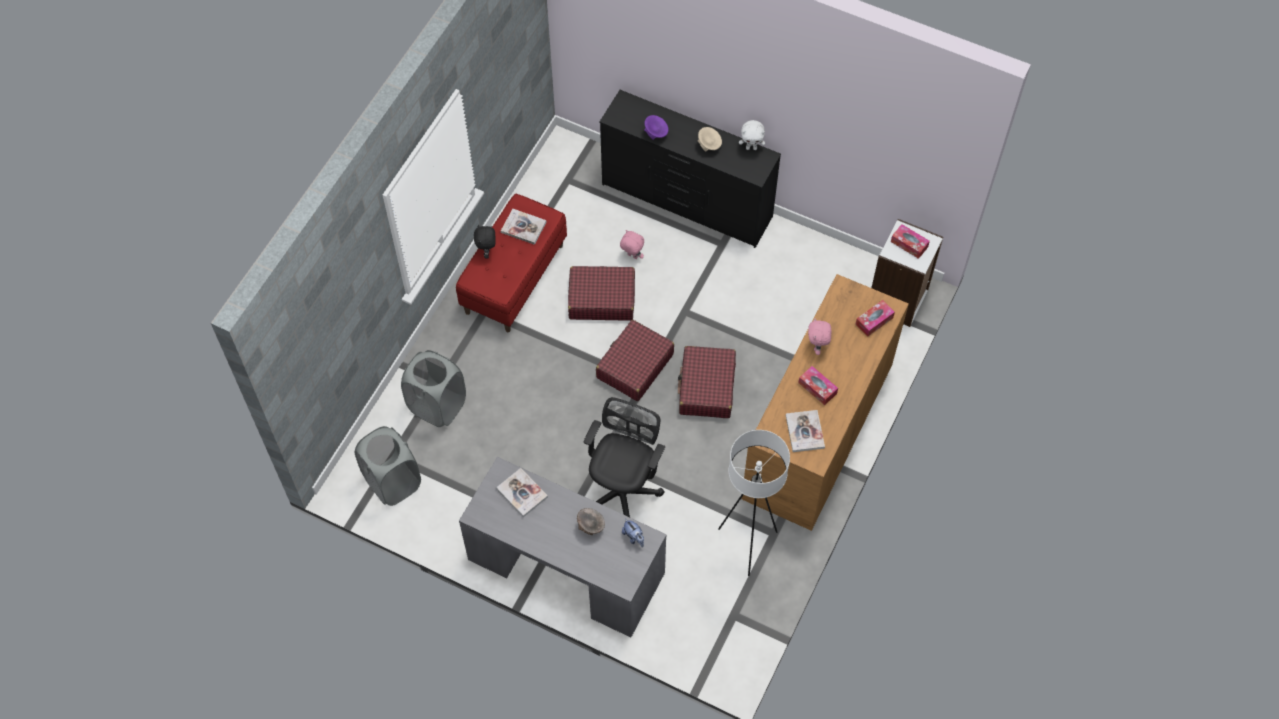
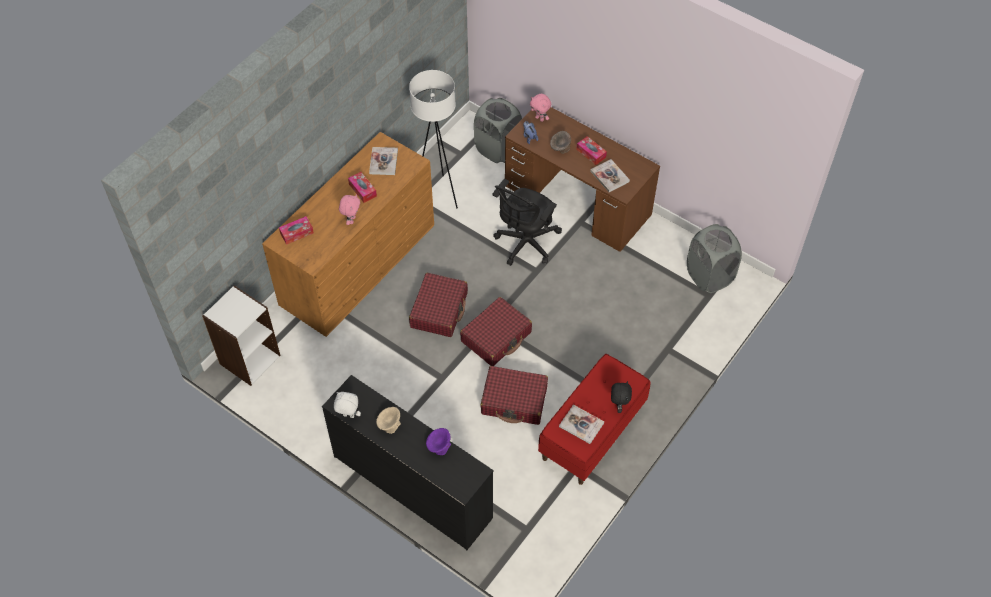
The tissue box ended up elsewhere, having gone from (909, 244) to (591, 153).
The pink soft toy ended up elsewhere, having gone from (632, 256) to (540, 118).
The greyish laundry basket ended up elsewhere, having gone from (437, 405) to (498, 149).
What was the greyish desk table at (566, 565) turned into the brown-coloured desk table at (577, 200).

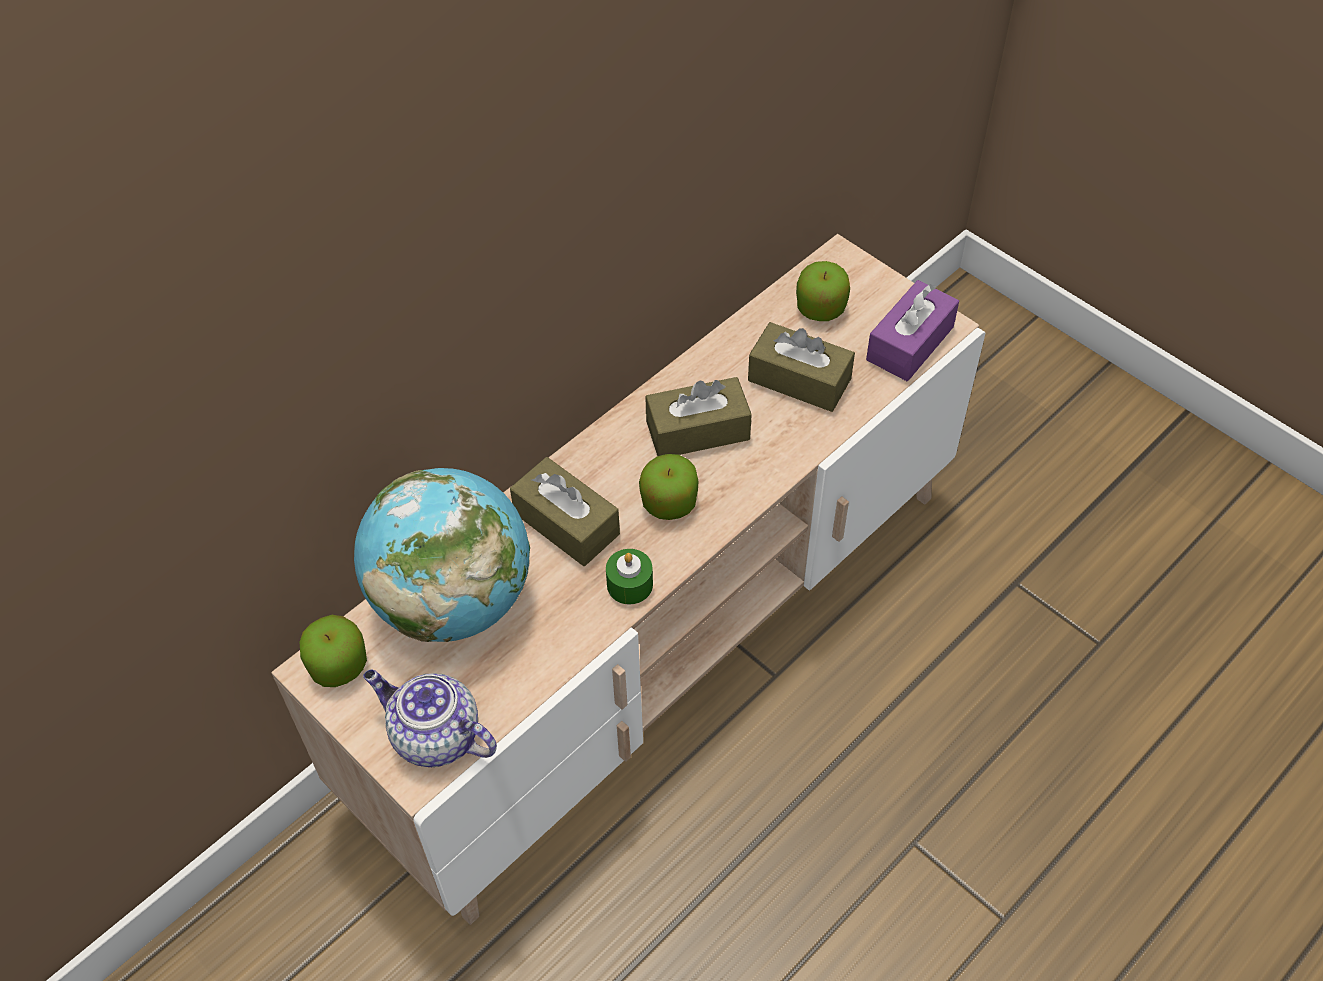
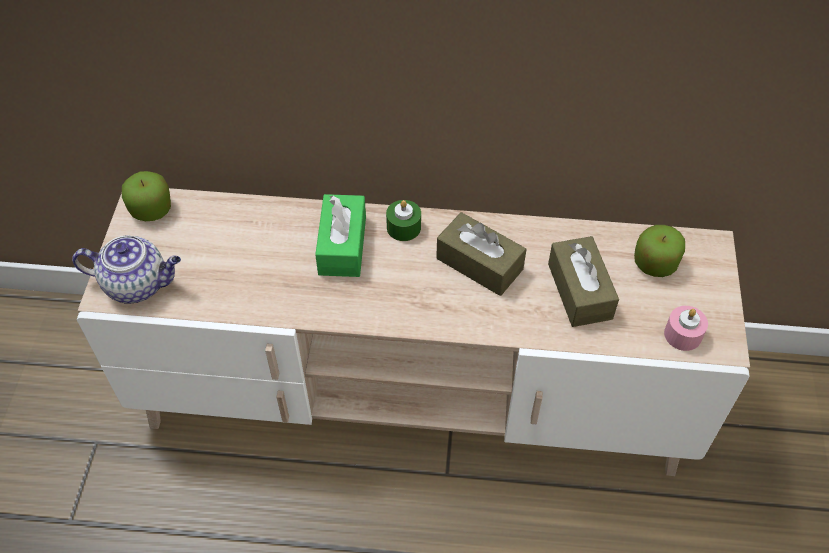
Where the purple tissue box stood at (910, 343), the pink wax candle came to stand at (683, 334).
The second view lost the whole apple at (669, 502).
What was the brown-coloured tissue box at (566, 523) turned into the green-coloured tissue box at (342, 245).
The second view lost the desk globe at (453, 601).
The green-coloured wax candle ended up elsewhere, having gone from (629, 584) to (403, 227).
The pot for tea at (434, 736) ended up facing another way, 105 degrees clockwise from before.

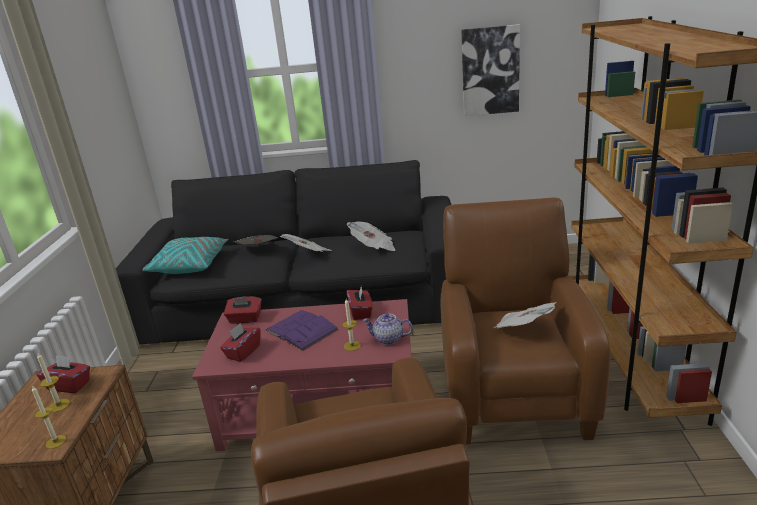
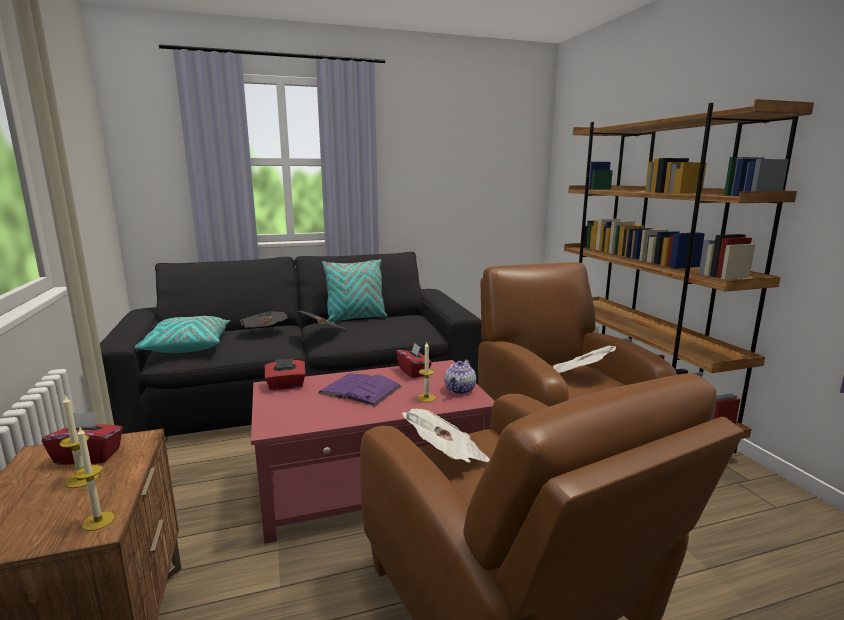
The second view lost the wall art at (490, 71).
The printed paper ended up elsewhere, having gone from (373, 248) to (447, 456).
The pot for tea at (388, 339) ended up facing another way, 60 degrees counterclockwise from before.
The second view lost the red tissue box at (243, 352).
The second view gained the turquoise throw pillow at (356, 318).

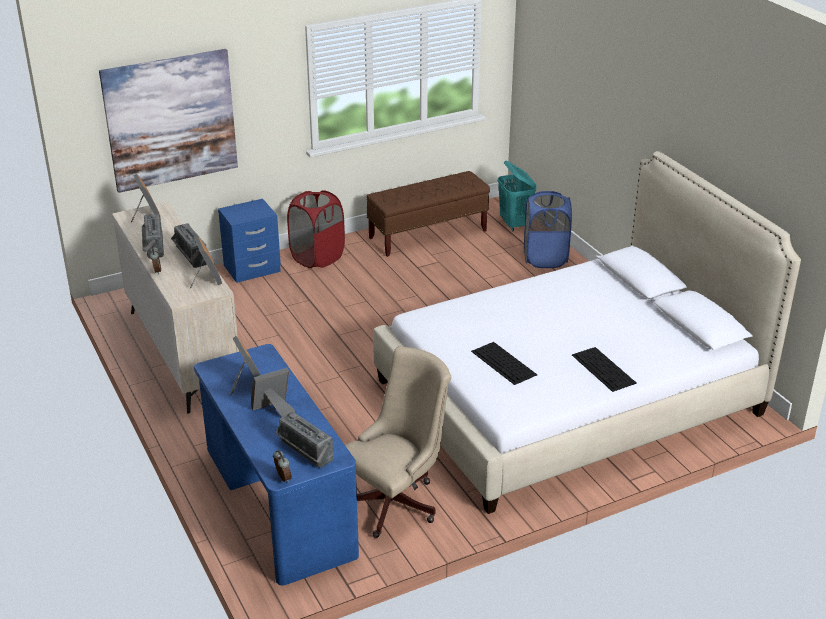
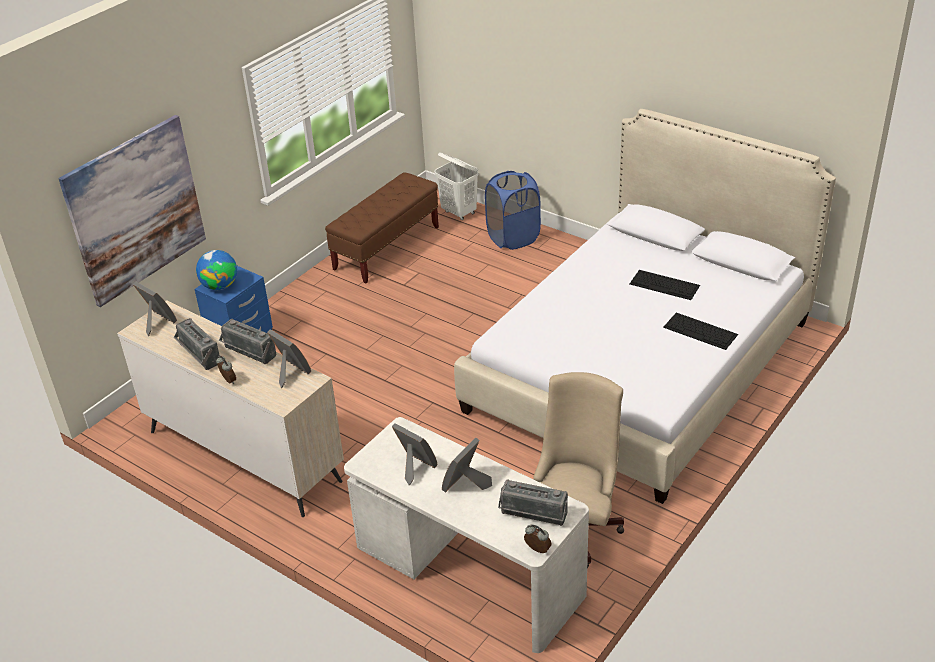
What was the turquoise laundry basket at (515, 224) turned into the whitish laundry basket at (459, 212).
The second view lost the red laundry basket at (317, 257).
The computer keyboard ended up elsewhere, having gone from (504, 363) to (665, 285).
What was the blue desk table at (277, 502) turned into the whitish desk table at (468, 572).
The second view gained the desk globe at (220, 286).

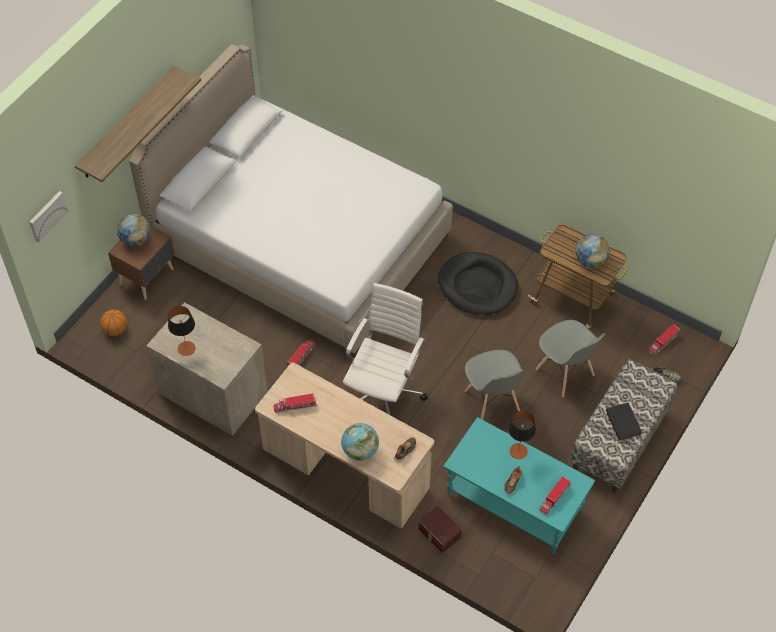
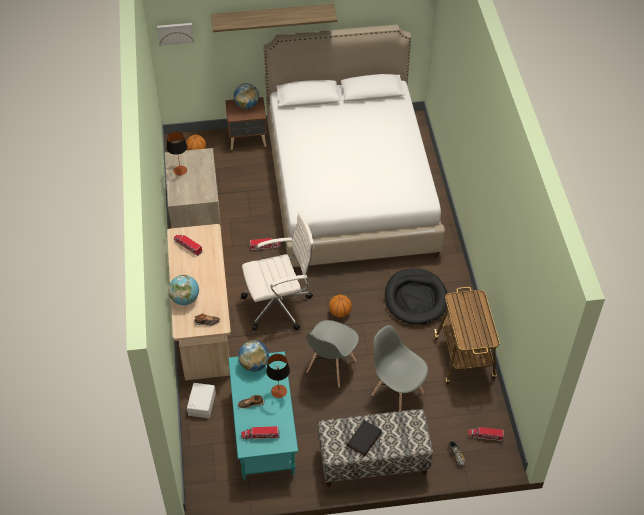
The desk globe ended up elsewhere, having gone from (590, 261) to (254, 364).
The greyish plain chair at (565, 373) ended up facing another way, 120 degrees clockwise from before.
What was the brown-coloured storage box at (439, 533) turned into the whitish storage box at (201, 404).
The second view gained the ball for basketball at (340, 312).

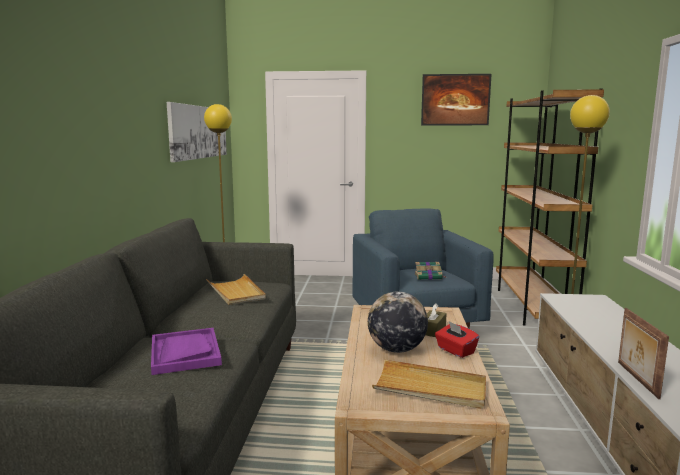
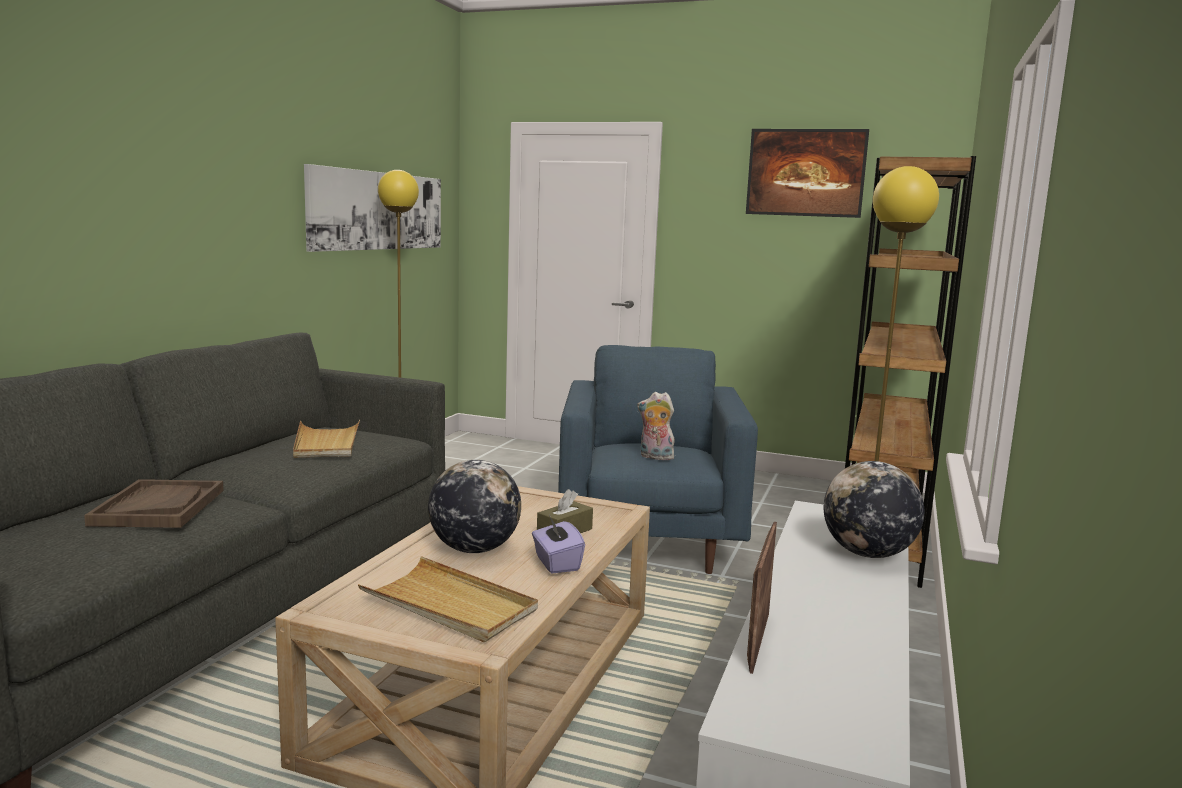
Where the bound book stood at (429, 277), the soft toy came to stand at (655, 457).
What was the red tissue box at (455, 351) turned into the purple tissue box at (556, 563).
What was the purple tray at (185, 352) turned into the brown-coloured tray at (158, 507).
The second view gained the desk globe at (868, 554).

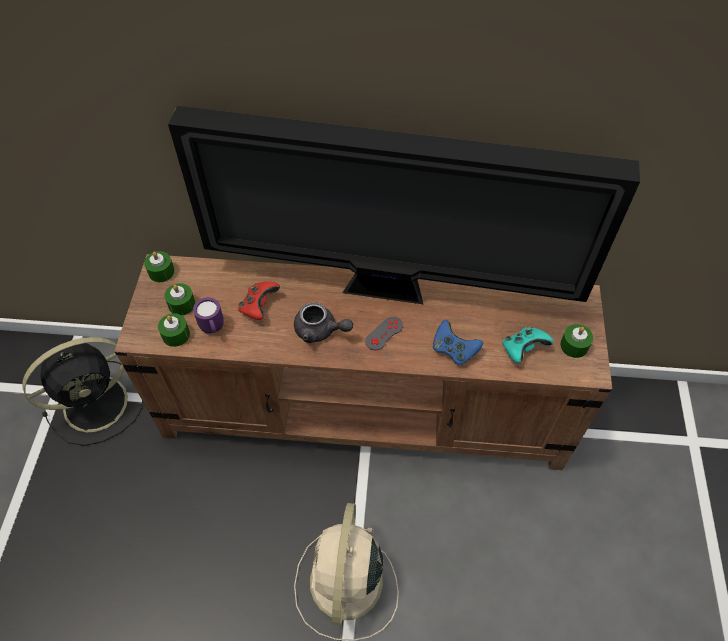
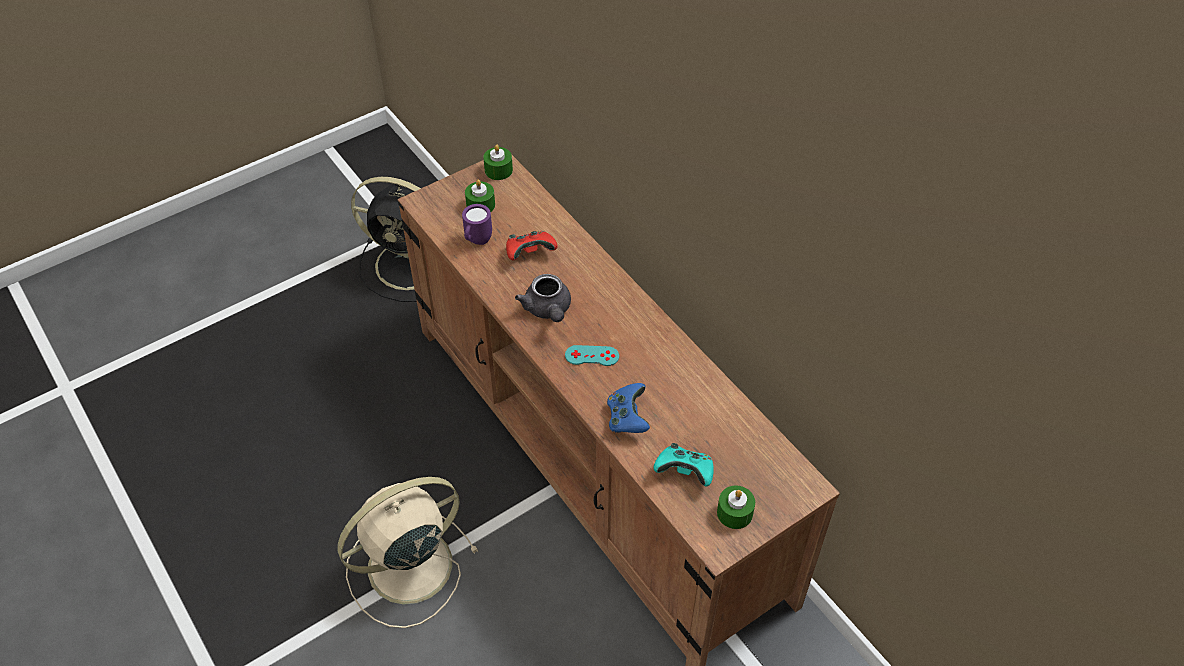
The second view lost the TV at (390, 290).
The second view lost the green-coloured wax candle at (176, 335).
What was the greyish joypad at (384, 333) turned into the turquoise joypad at (592, 356).

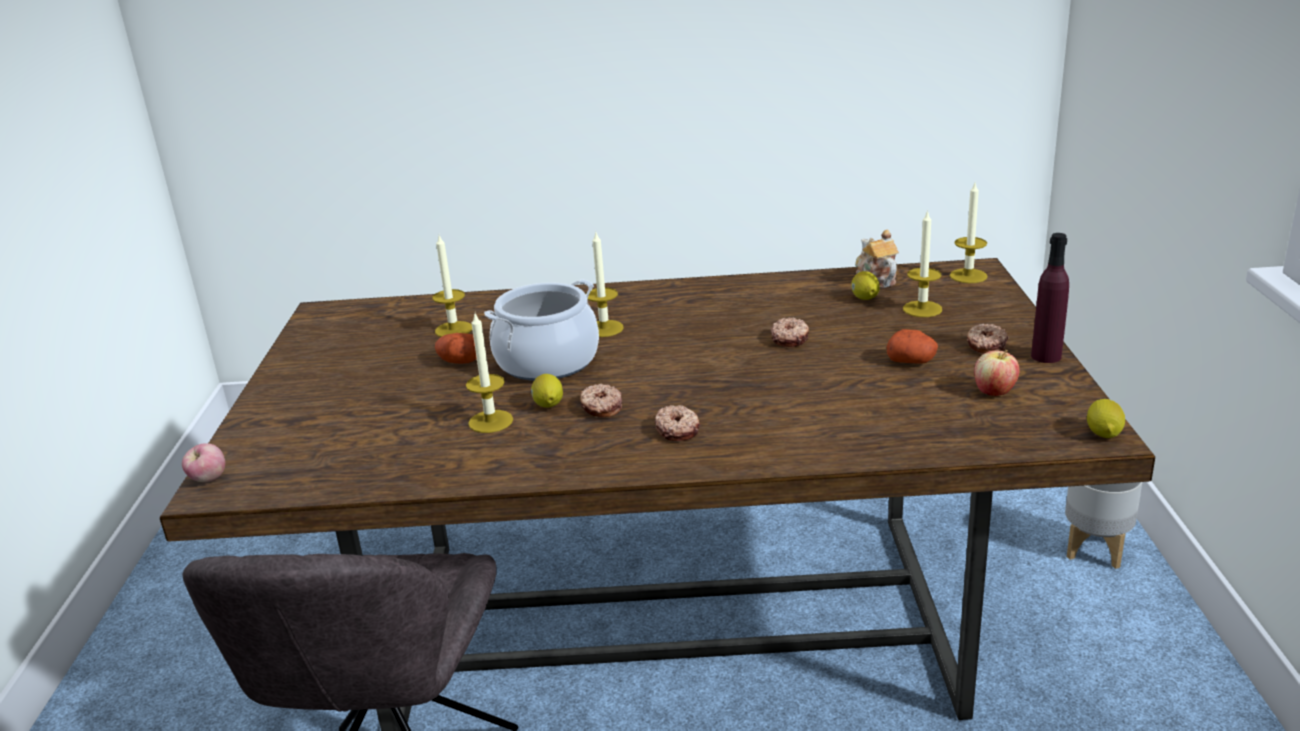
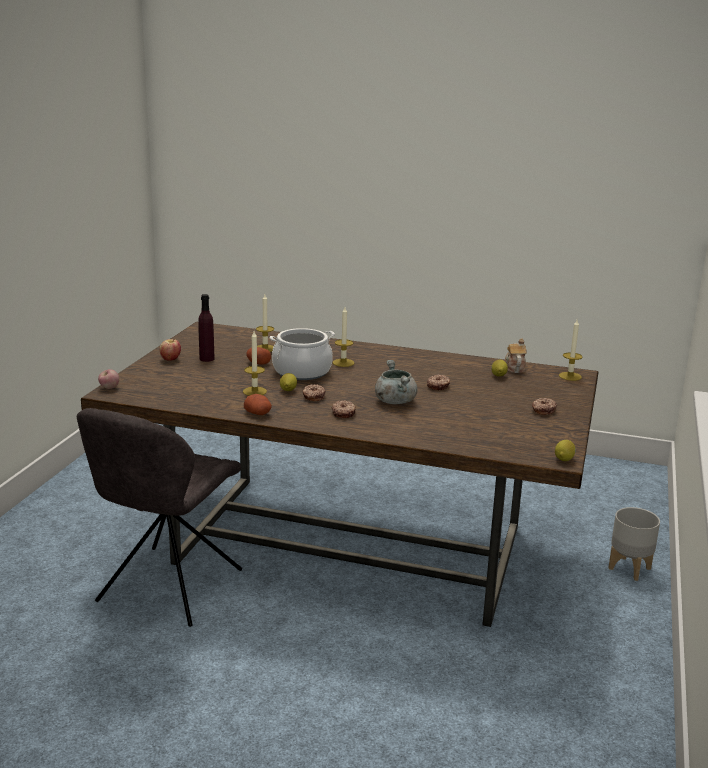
The second view lost the wax candle at (922, 309).
The purple bottle ended up elsewhere, having gone from (1046, 356) to (207, 359).
The spud ended up elsewhere, having gone from (912, 361) to (258, 413).
The whole apple ended up elsewhere, having gone from (994, 392) to (170, 359).
The second view gained the greyish saucepot at (394, 401).

